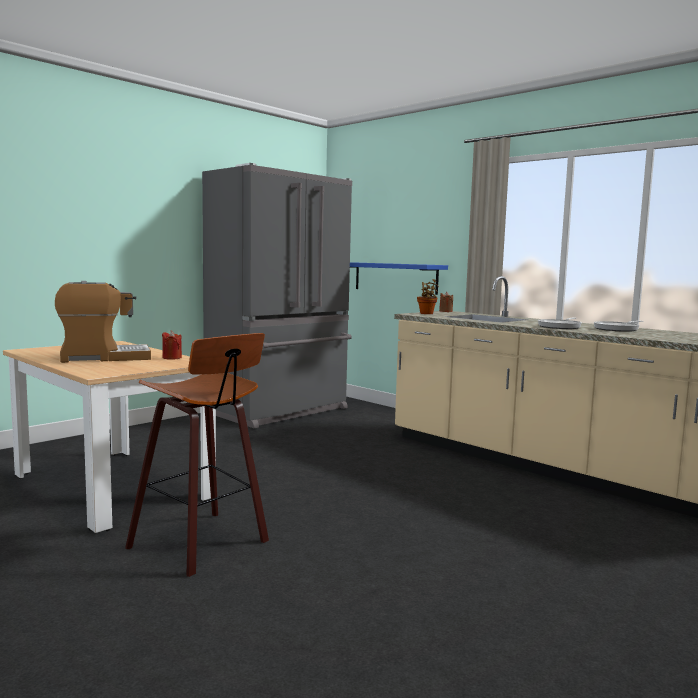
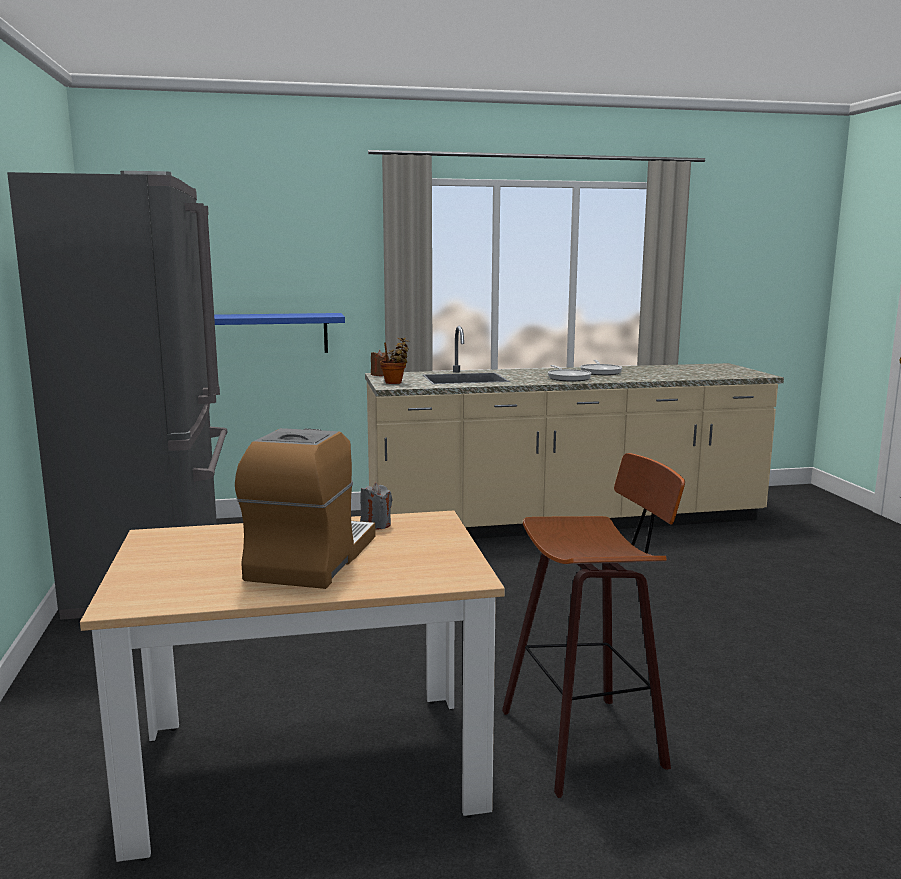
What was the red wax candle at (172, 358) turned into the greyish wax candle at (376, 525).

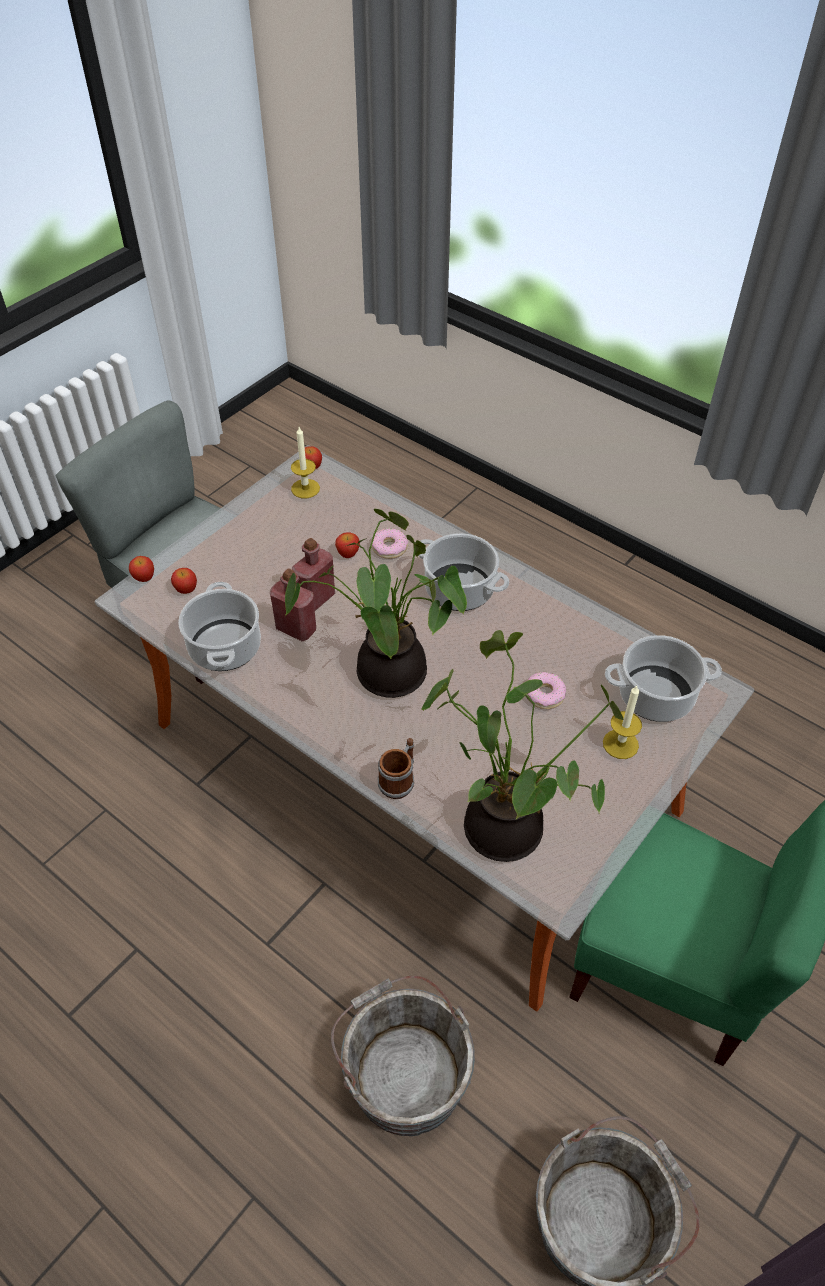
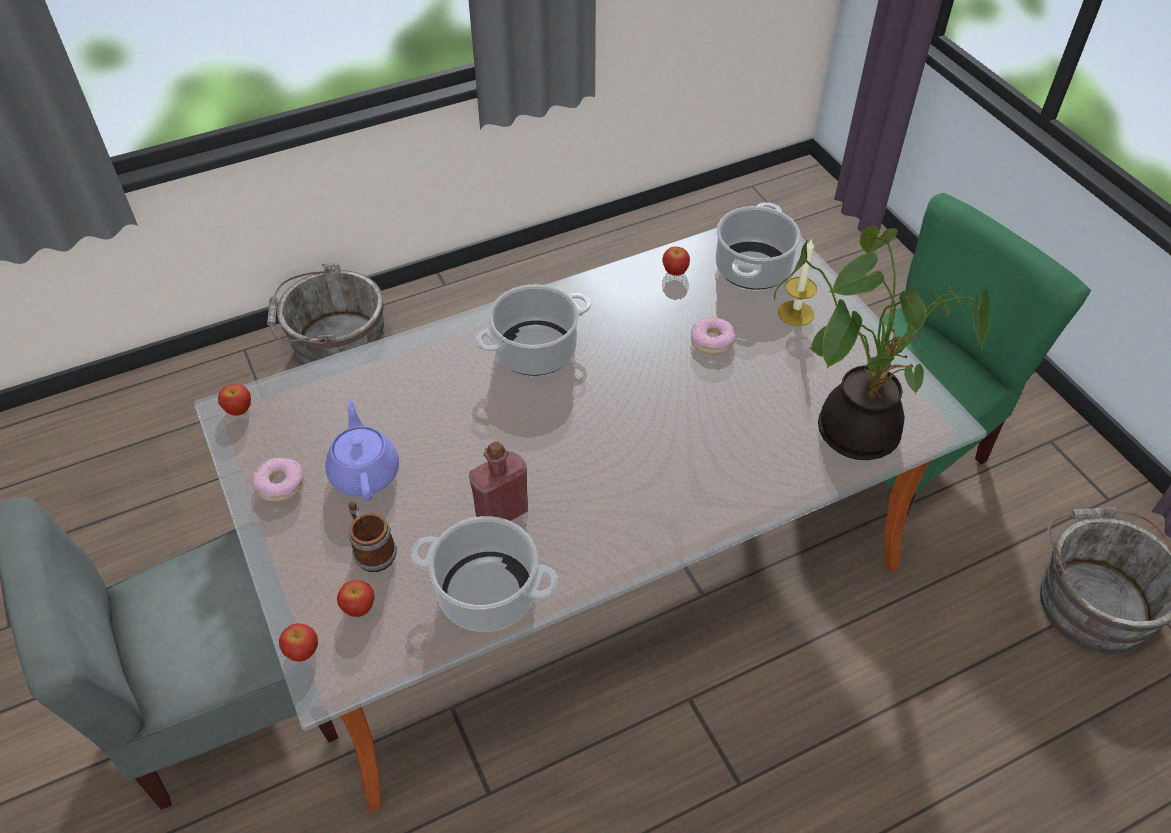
The second view lost the wax candle at (305, 488).
The second view lost the plant in a pot at (385, 676).
The donut ended up elsewhere, having gone from (389, 548) to (280, 484).
The whole apple ended up elsewhere, having gone from (348, 553) to (675, 271).
The second view lost the red bottle at (316, 598).
The mug ended up elsewhere, having gone from (399, 780) to (372, 550).
The greyish water bucket ended up elsewhere, having gone from (404, 1071) to (334, 346).
The second view gained the purple pot for tea at (365, 472).

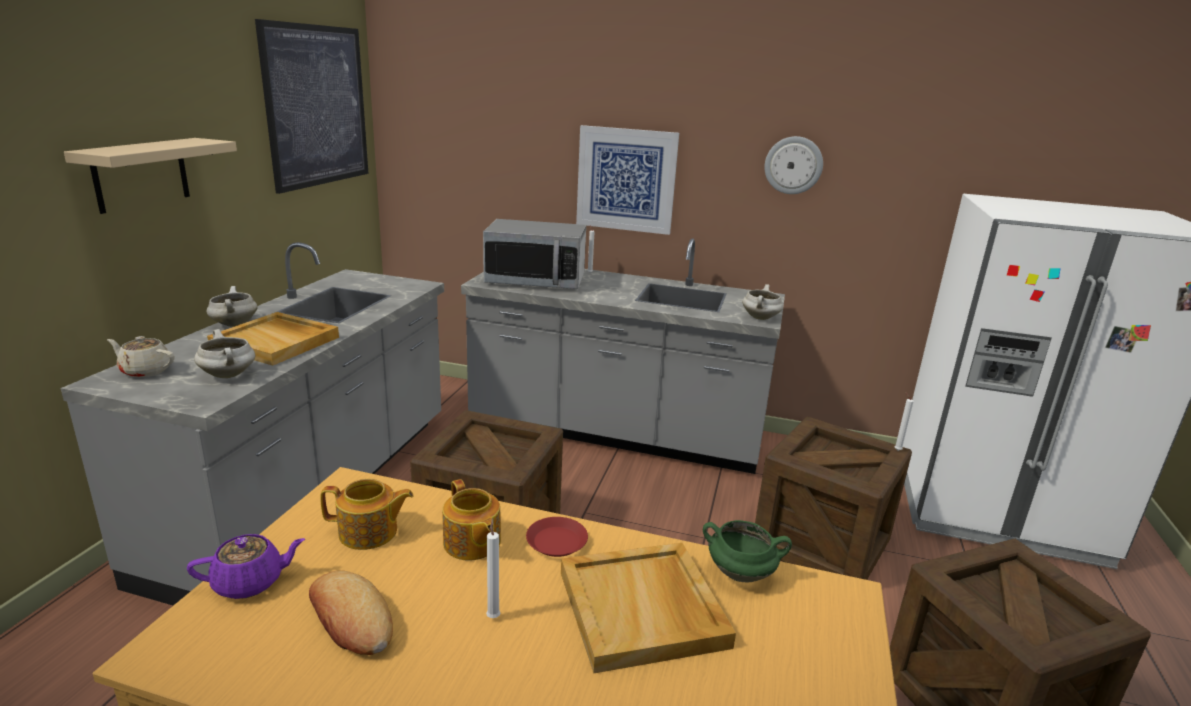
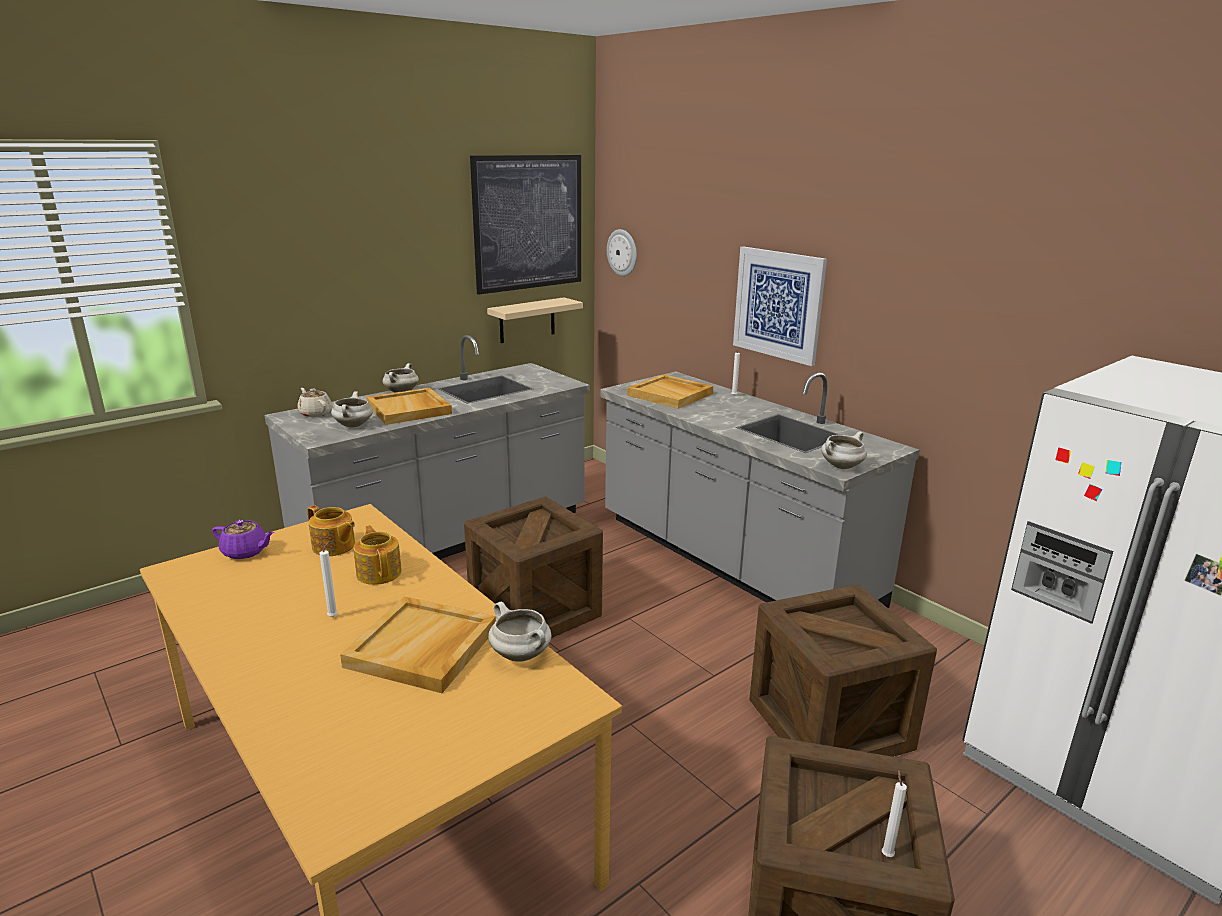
The clock on the wall ended up elsewhere, having gone from (793, 165) to (622, 252).
The beige-coloured wall shelf ended up elsewhere, having gone from (141, 174) to (527, 320).
Where the microwave stood at (535, 280), the beige-coloured tray came to stand at (671, 394).
The whitish wax candle ended up elsewhere, having gone from (896, 450) to (886, 854).
The pot for tea at (472, 543) ended up facing another way, 150 degrees clockwise from before.
The second view lost the red flat dish at (557, 541).
What was the green-coloured saucepot at (741, 573) turned into the whitish saucepot at (522, 655).
The second view lost the baked bread at (351, 619).

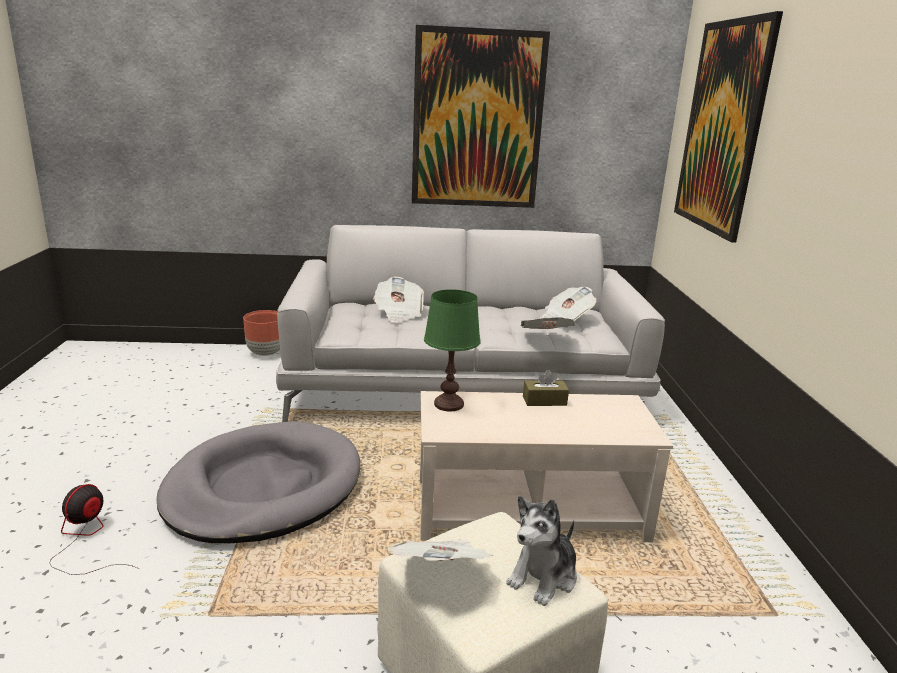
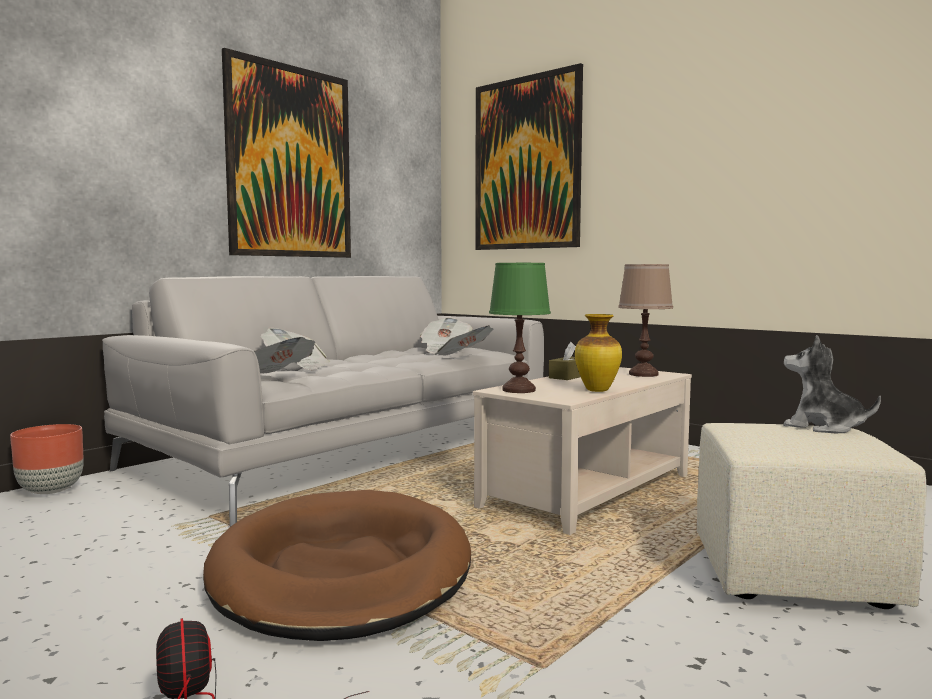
What was the greyish pet bed at (263, 488) turned into the brown-coloured pet bed at (342, 572).
The soft toy at (544, 577) ended up facing another way, 135 degrees clockwise from before.
The printed paper ended up elsewhere, having gone from (441, 572) to (278, 377).
The second view gained the brown-coloured tabletop lamp at (643, 374).
The second view gained the flower vase at (598, 390).

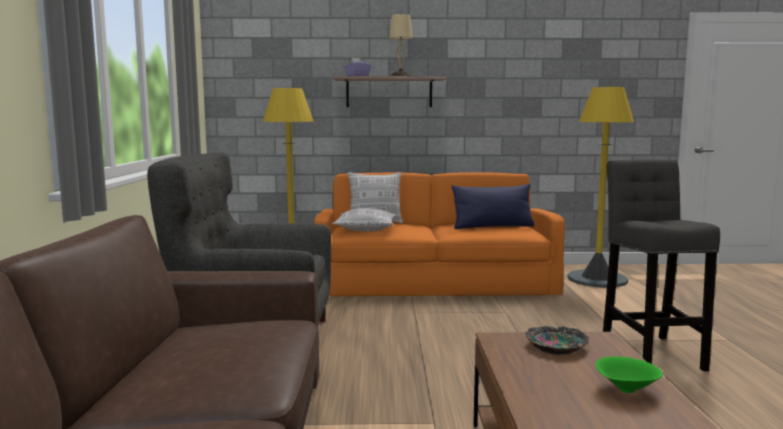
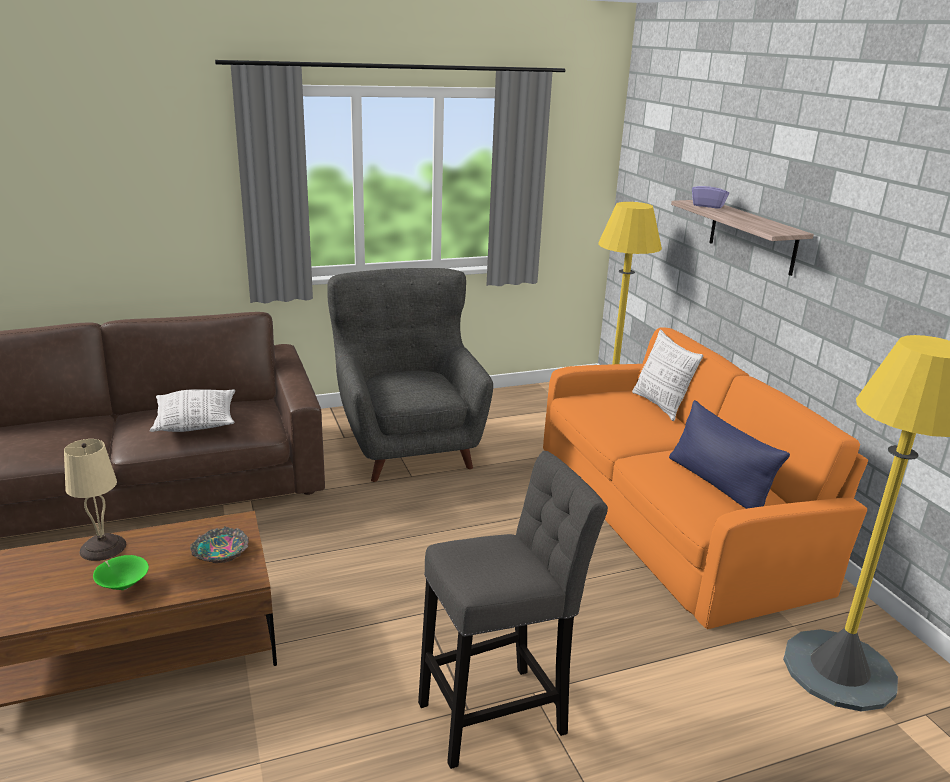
The beige-coloured tabletop lamp ended up elsewhere, having gone from (400, 76) to (103, 547).
The throw pillow ended up elsewhere, having gone from (365, 229) to (196, 422).

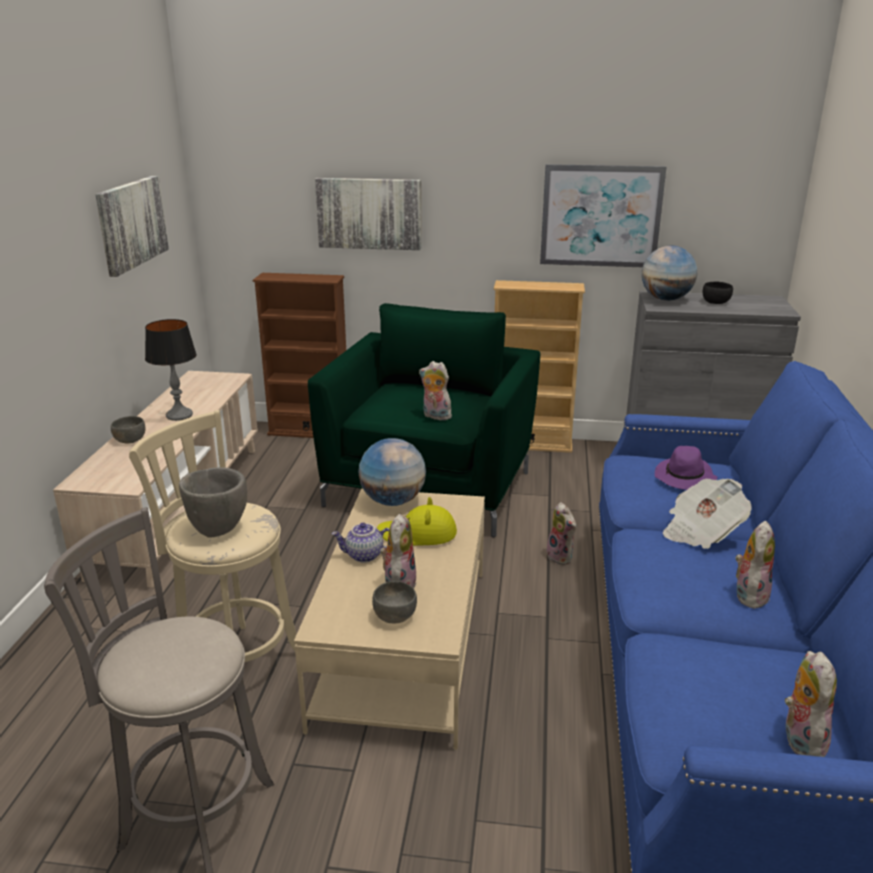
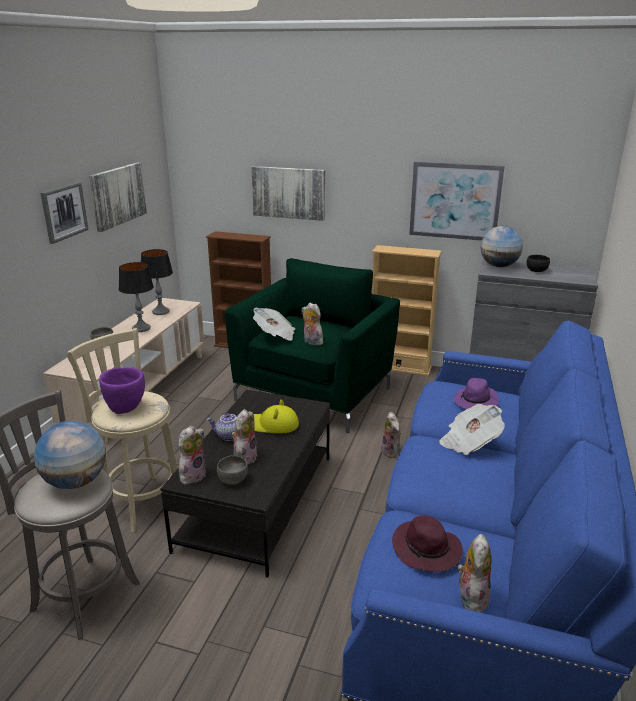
The desk globe ended up elsewhere, having gone from (393, 501) to (76, 481).
What was the greyish bowl at (218, 528) turned into the purple bowl at (125, 408).
What was the beige-coloured lounge table at (404, 645) turned into the black lounge table at (257, 502).
The soft toy ended up elsewhere, having gone from (749, 594) to (192, 475).
The second view gained the wall art at (64, 212).
The second view gained the tabletop lamp at (161, 311).
The second view gained the printed paper at (275, 334).
The second view gained the purple clothing hat at (427, 550).

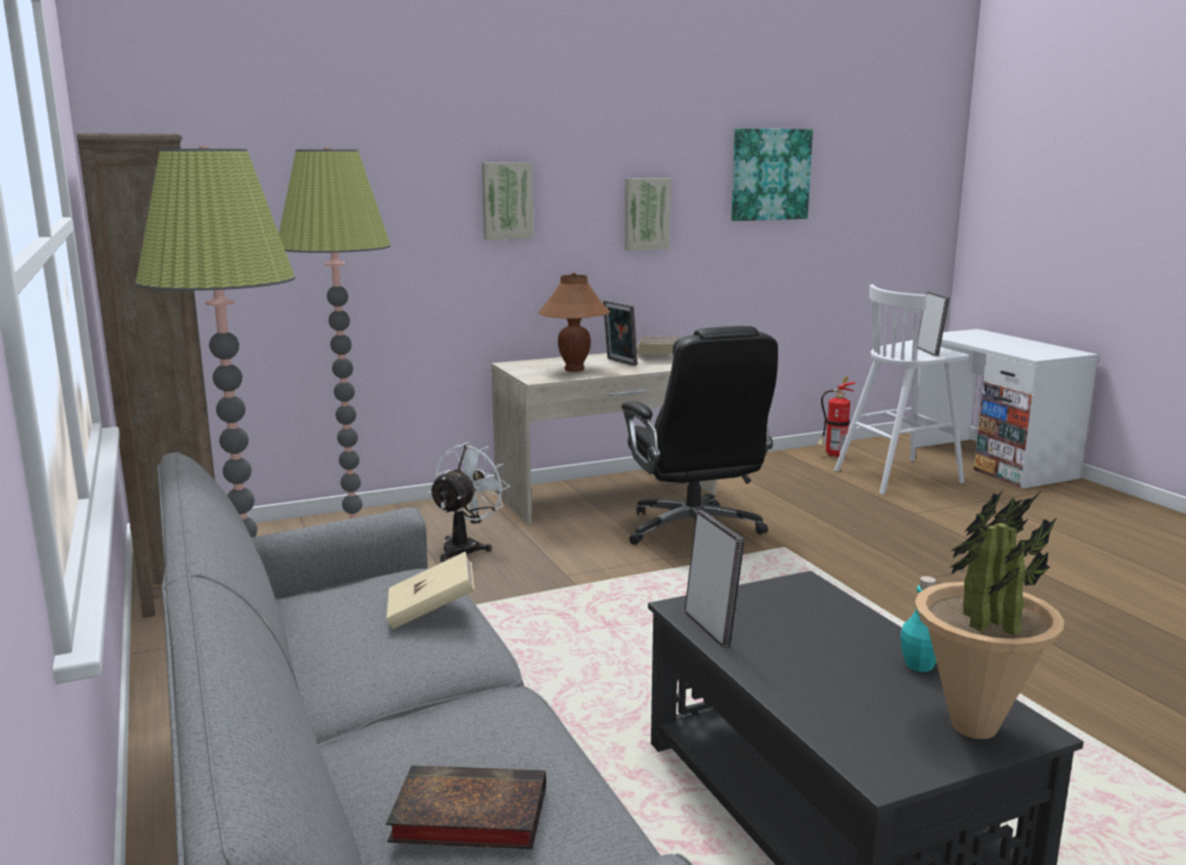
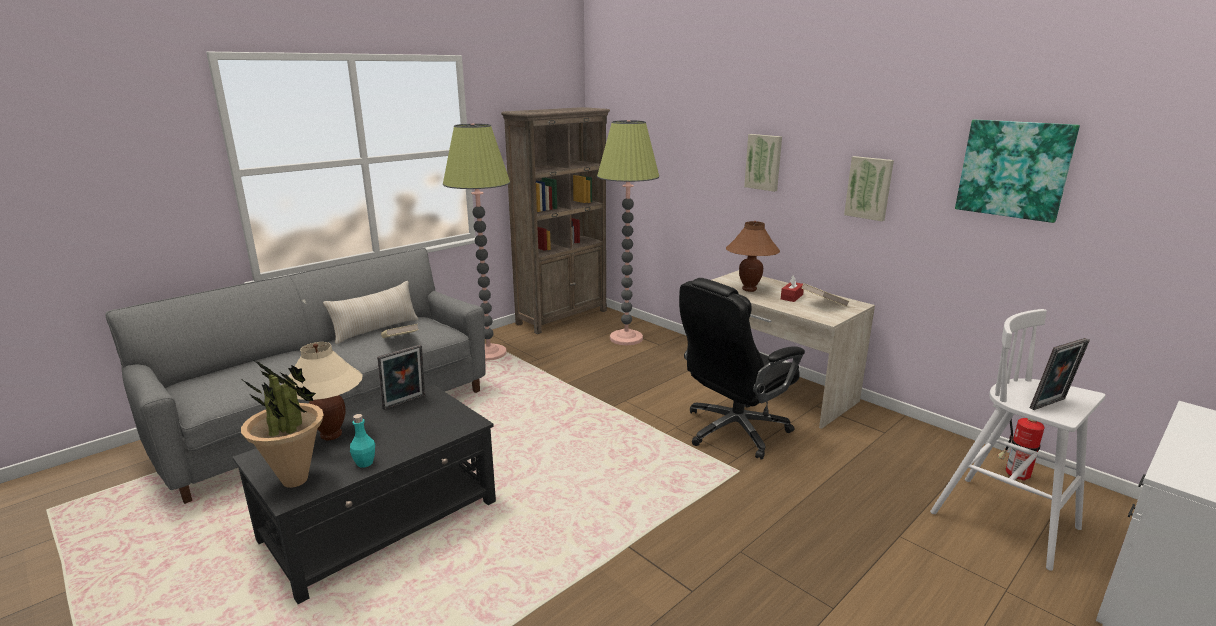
Where the picture frame stood at (619, 362), the red tissue box came to stand at (791, 297).
The second view lost the whitish cooling fan at (466, 547).
The second view lost the bound book at (465, 816).
The second view gained the beige-coloured throw pillow at (376, 330).
The second view gained the beige-coloured tabletop lamp at (331, 435).

